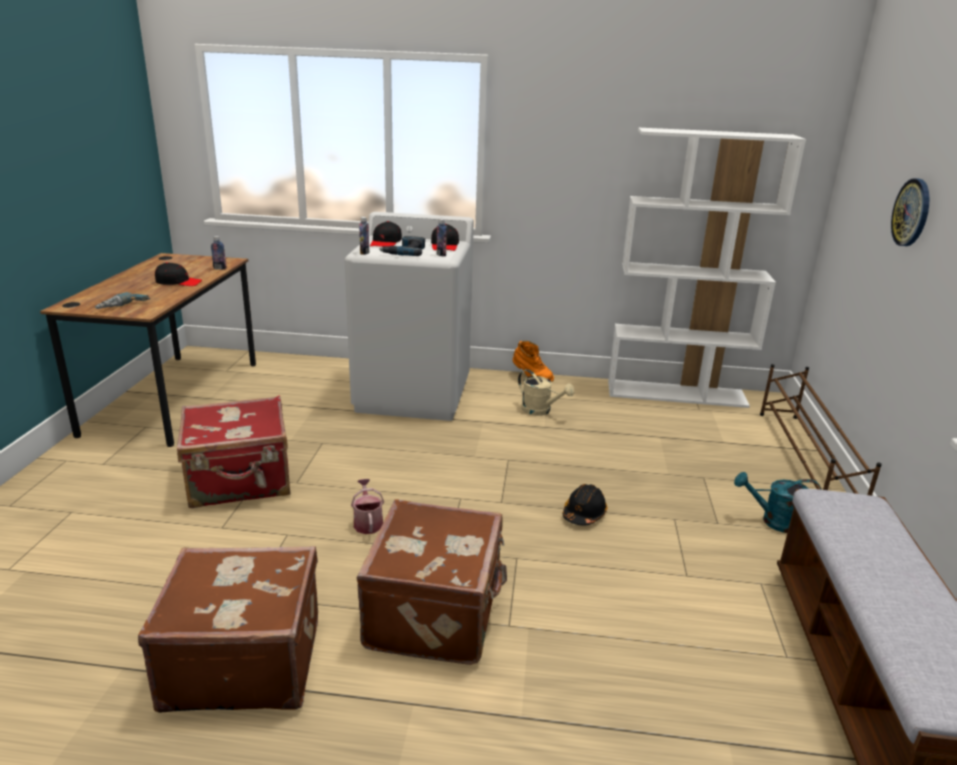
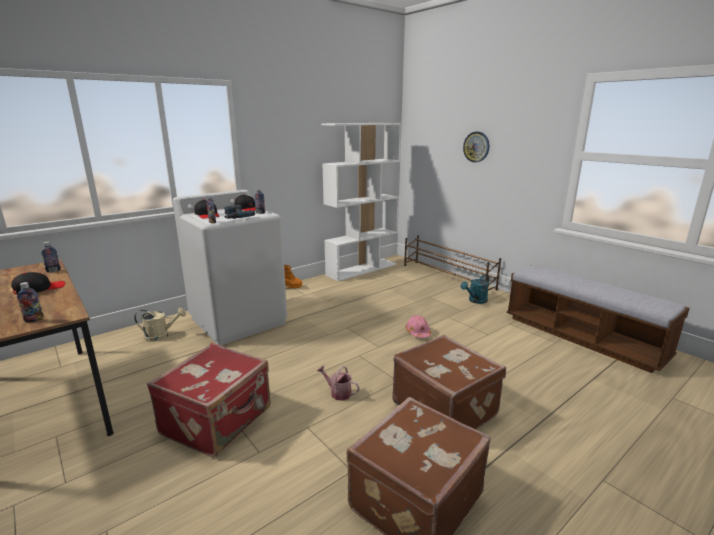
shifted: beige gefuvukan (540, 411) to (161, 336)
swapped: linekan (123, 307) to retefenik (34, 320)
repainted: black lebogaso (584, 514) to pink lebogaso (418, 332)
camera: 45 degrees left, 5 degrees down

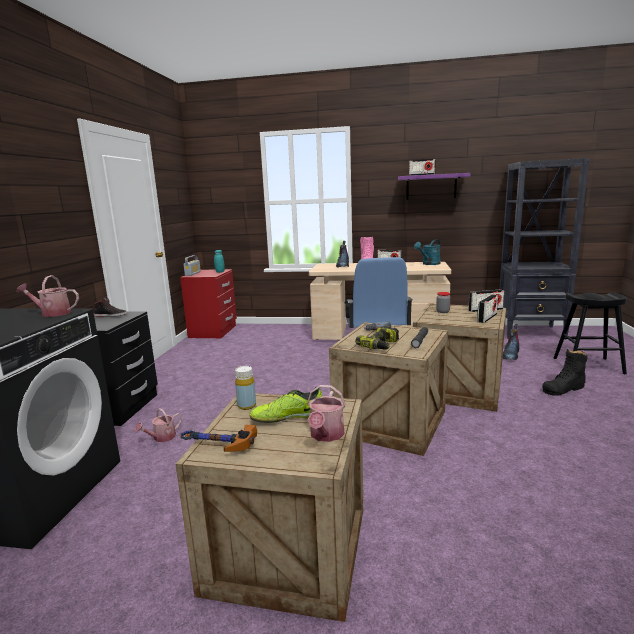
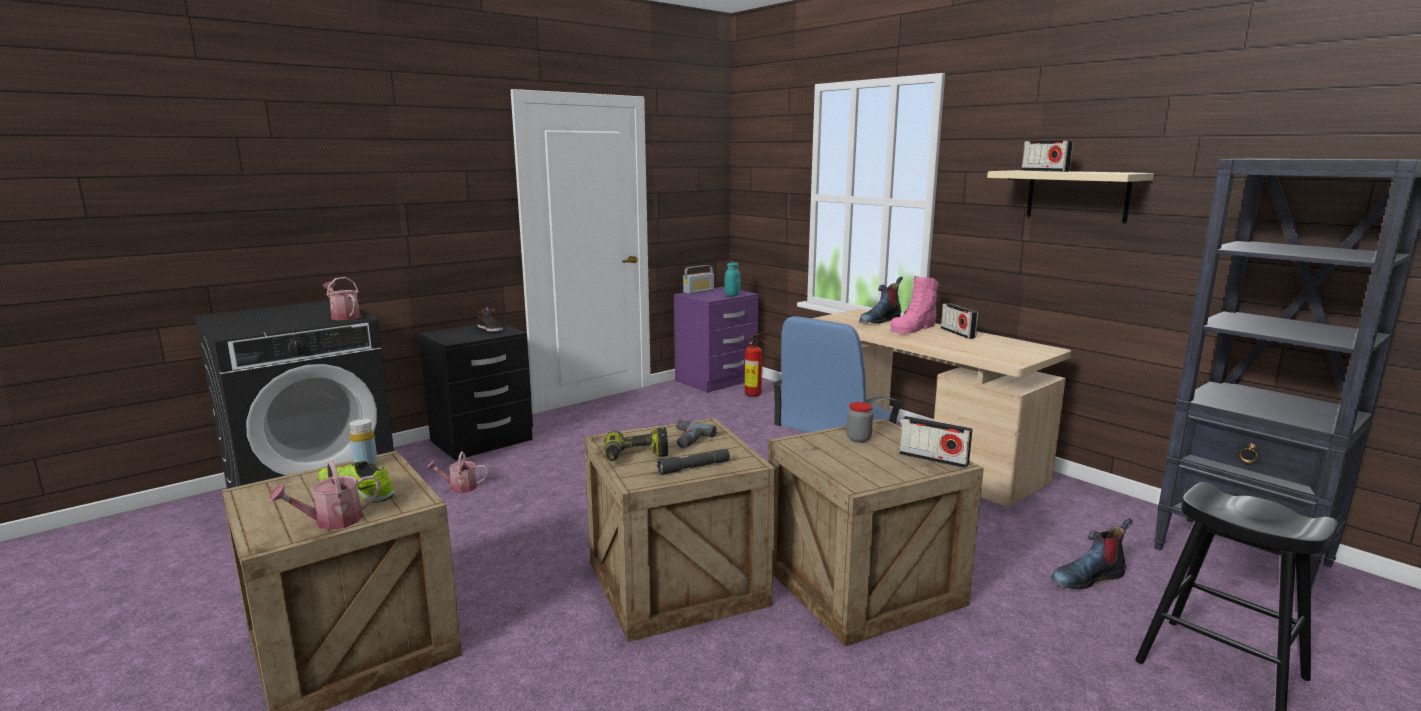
gone: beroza (216, 446); turquoise gefuvukan (429, 264); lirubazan (487, 318); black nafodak (563, 389)
new: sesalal (755, 395)
repainted: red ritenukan (214, 331) to purple ritenukan (716, 381); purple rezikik (431, 187) to beige rezikik (1077, 195)
camera: 40 degrees right, 0 degrees up

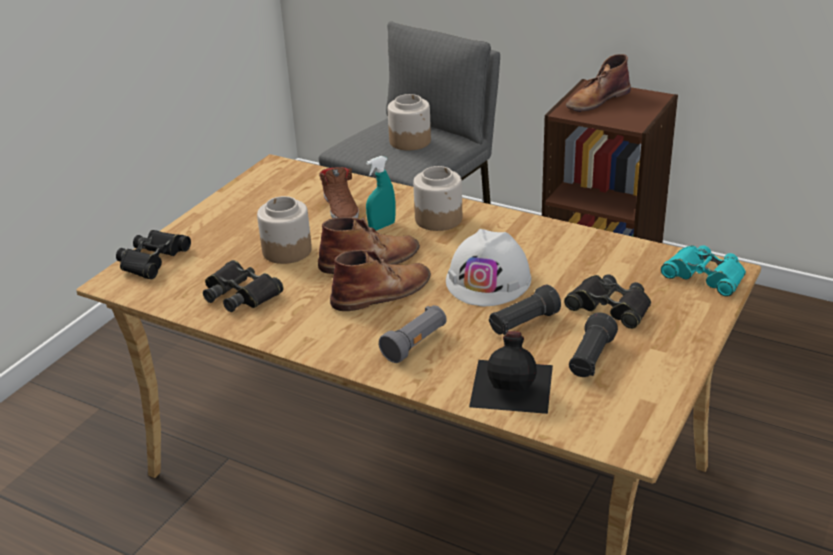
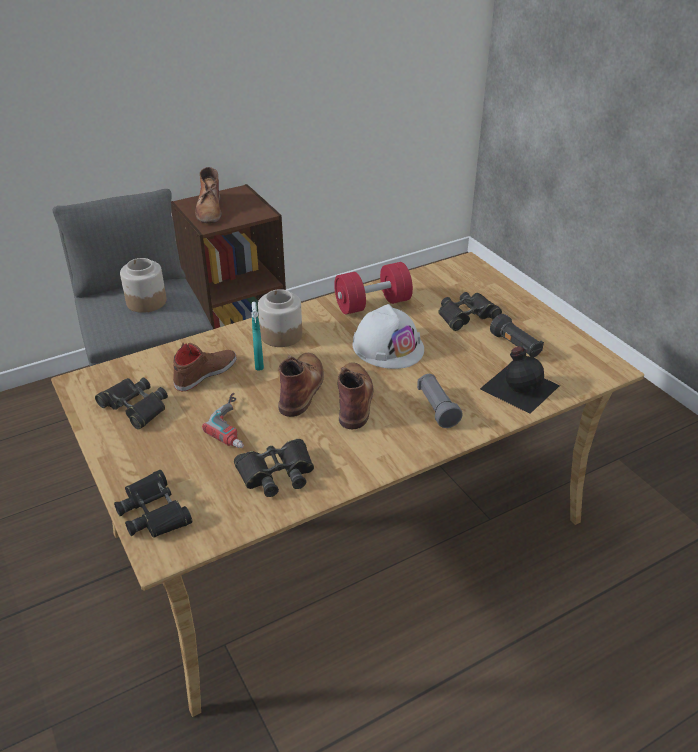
gone: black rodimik (523, 323); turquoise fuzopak (704, 276)
new: black fuzopak (135, 407); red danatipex (373, 304)
swapped: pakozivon (286, 250) to linekan (236, 424)
rotated: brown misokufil (341, 208) = (205, 373) 60 degrees counterclockwise
camera: 60 degrees left, 5 degrees up

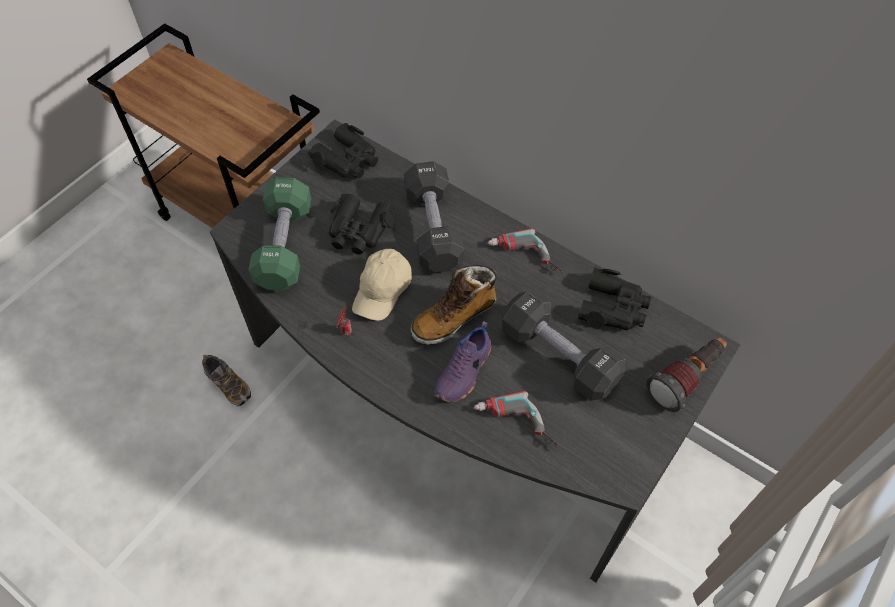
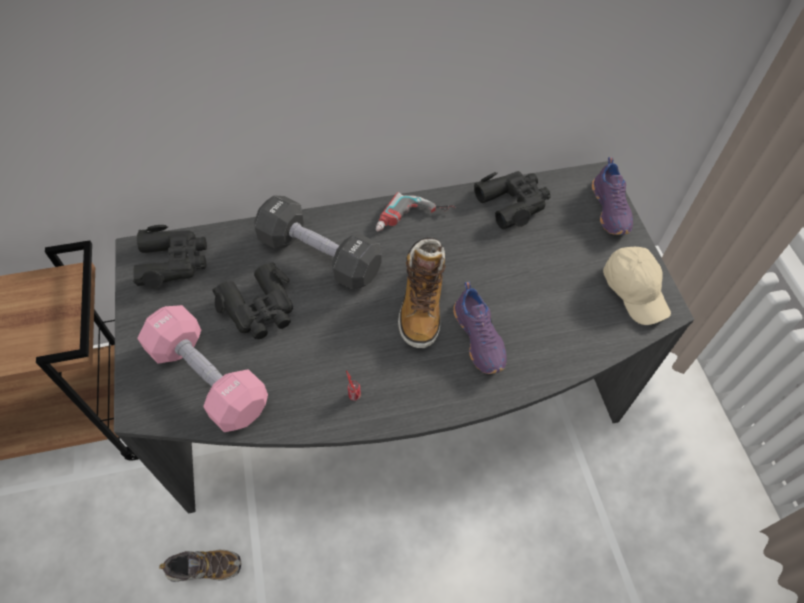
gone: linekan (514, 428); black danatipex (559, 356)
shifted: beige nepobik (383, 290) to (634, 291)
swapped: rodimik (686, 379) to purple misokufil (611, 209)
repainted: green danatipex (284, 246) to pink danatipex (208, 378)
camera: 50 degrees left, 0 degrees up

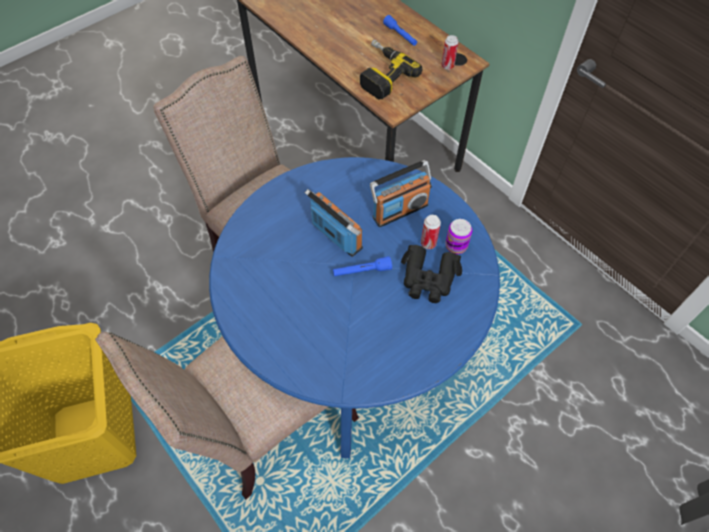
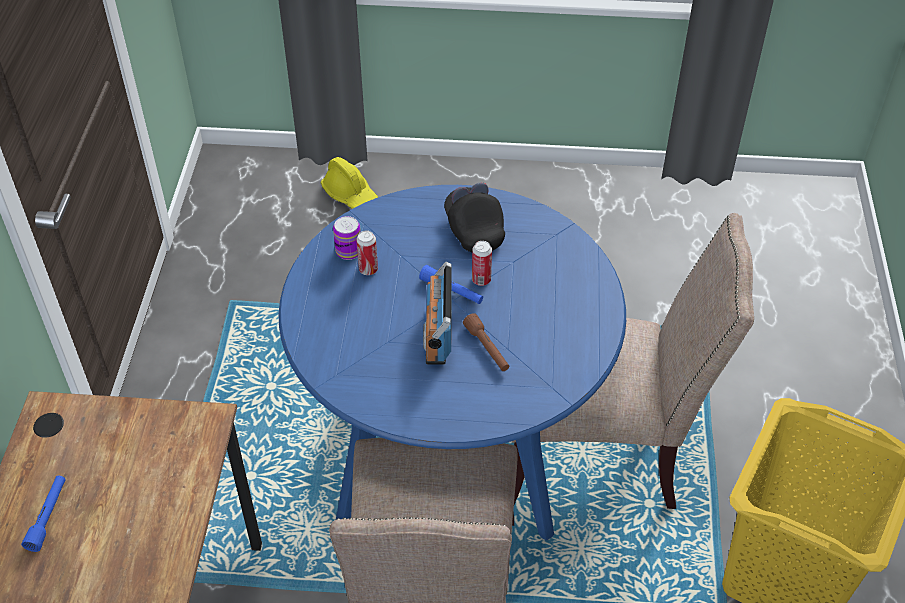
gone: linekan (381, 74); lirubazan (399, 210); black fuzopak (428, 279)
new: yellow lebogaso (350, 194); black nepobik (474, 229); brown rodimik (487, 348)
shifted: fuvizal (447, 66) to (481, 280)
camera: 135 degrees left, 10 degrees down

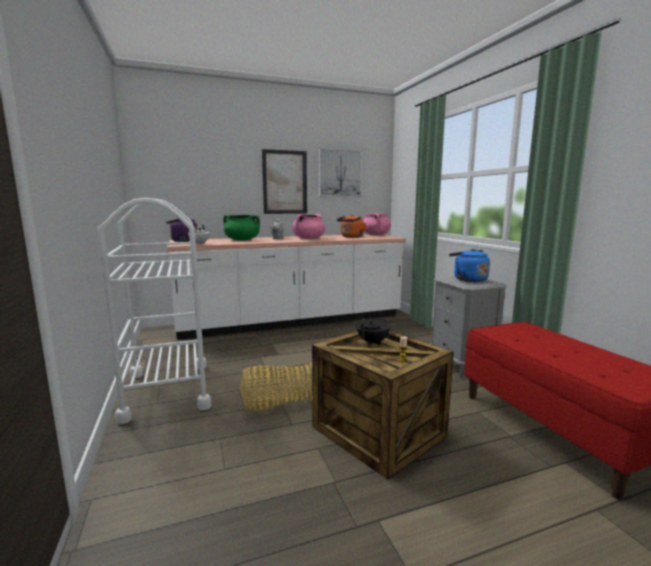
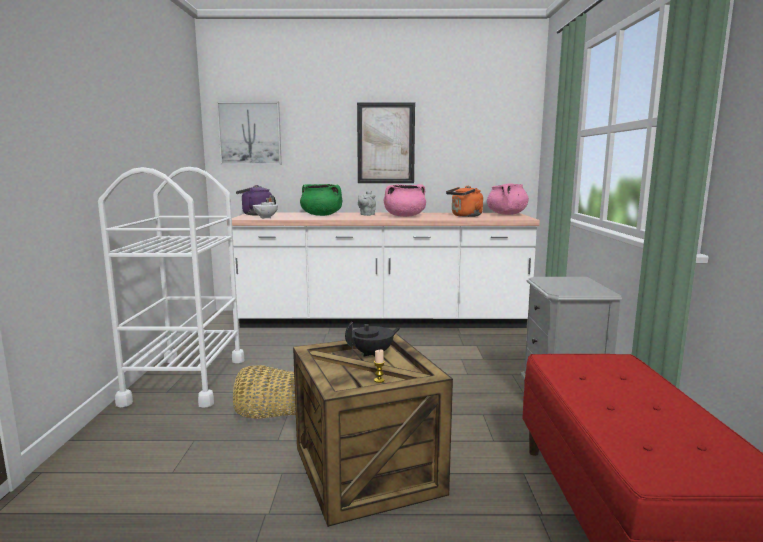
gone: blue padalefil (468, 279)
shifted: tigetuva (340, 173) to (250, 133)
camera: 20 degrees right, 0 degrees up

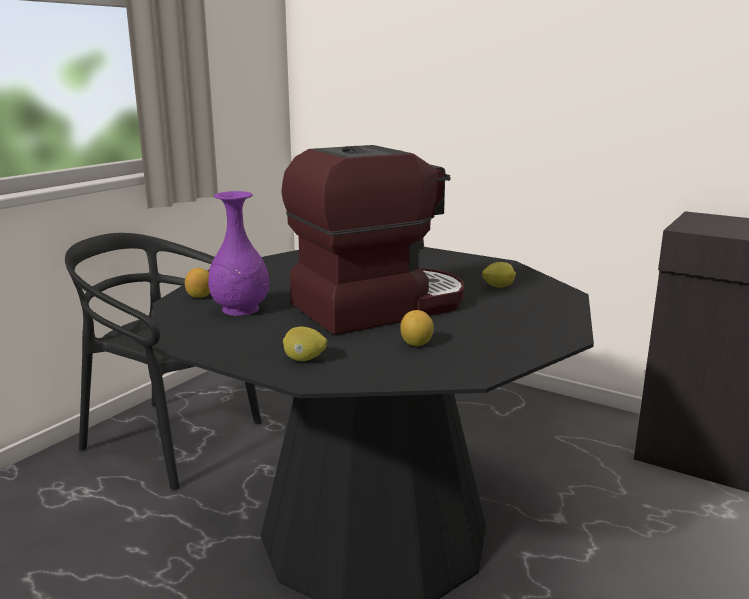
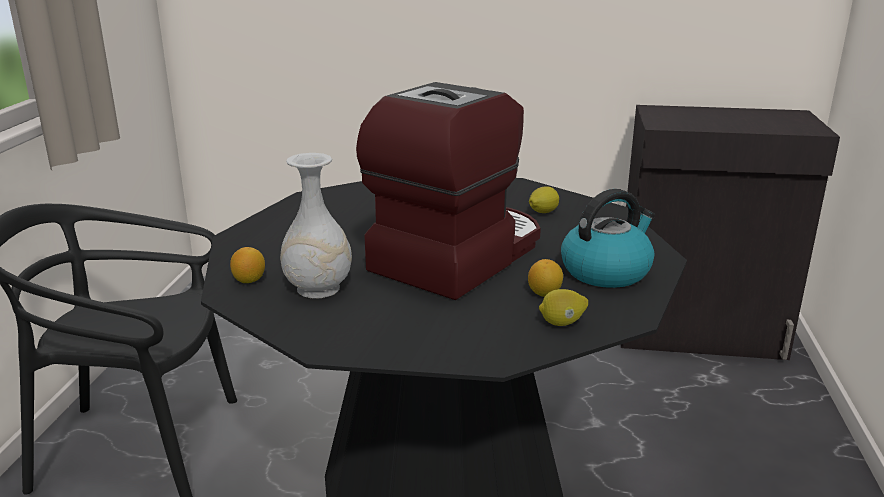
new: padalefil (606, 271)
shifted: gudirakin (304, 359) to (562, 323)
repainted: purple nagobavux (240, 309) to white nagobavux (318, 289)
camera: 25 degrees left, 5 degrees up

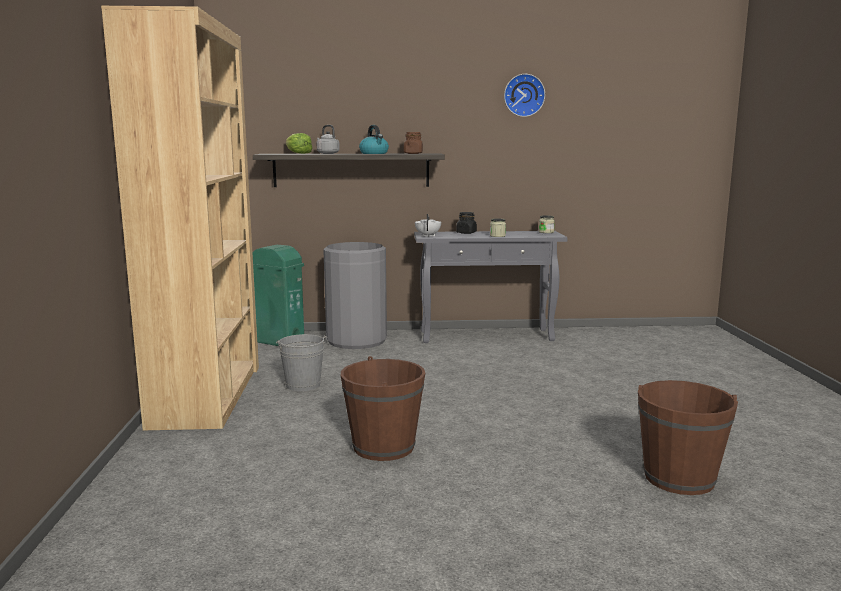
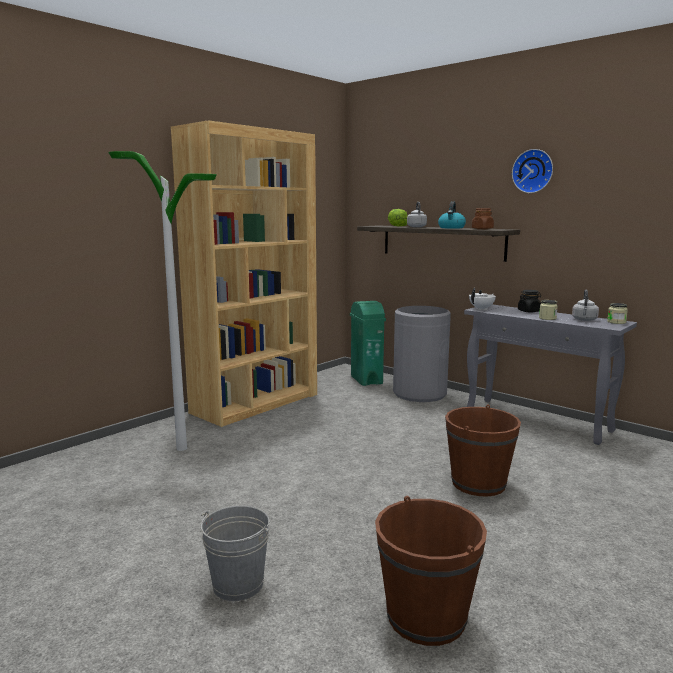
new: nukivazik (181, 448); grey padalefil (584, 320)
shifted: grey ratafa (303, 385) to (238, 584); brown ratafa (384, 447) to (478, 483); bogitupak (523, 95) to (533, 171)
camera: 45 degrees right, 0 degrees up

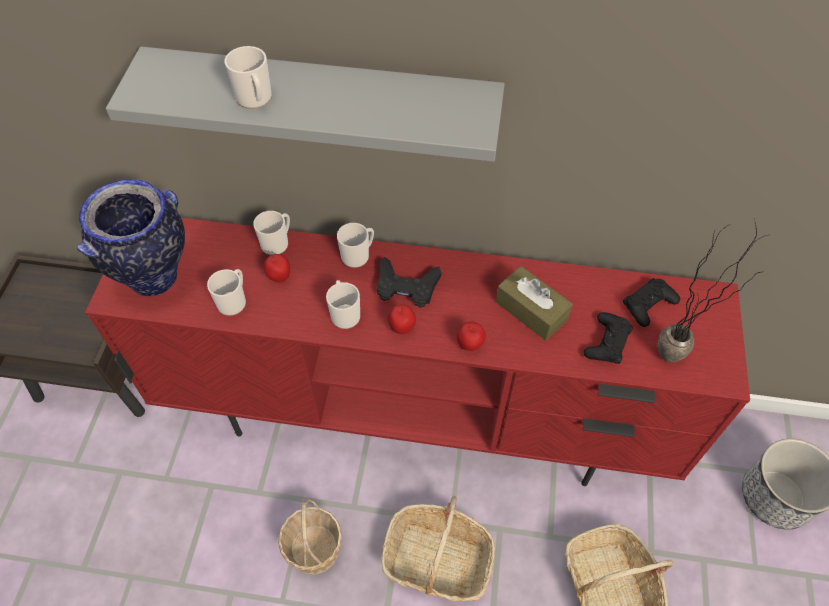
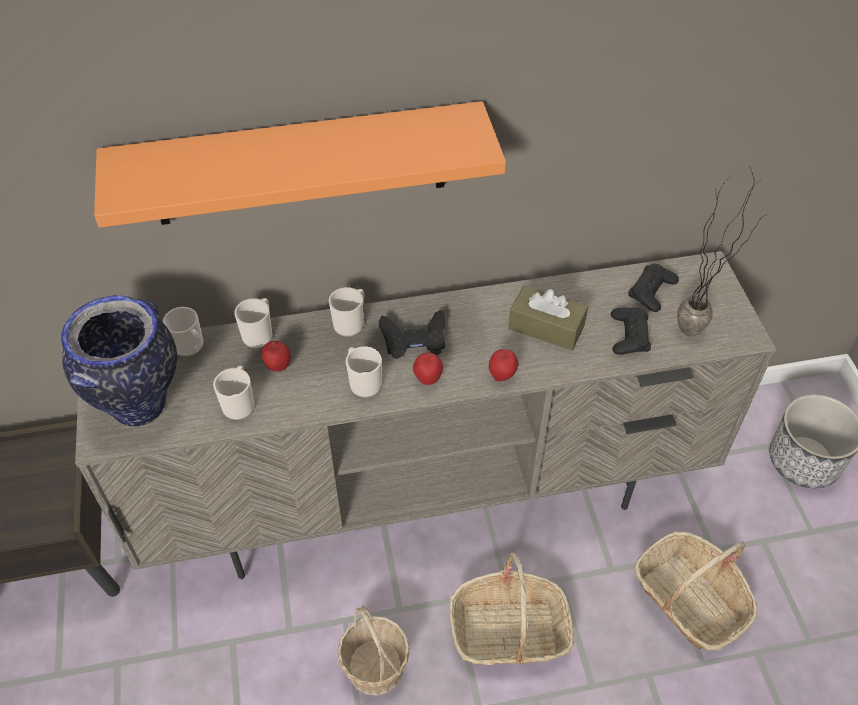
shifted: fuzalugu (255, 99) to (190, 347)
repainted: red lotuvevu (418, 418) to beige lotuvevu (431, 497); grey rezikik (323, 103) to orange rezikik (300, 165)
camera: 20 degrees left, 5 degrees down

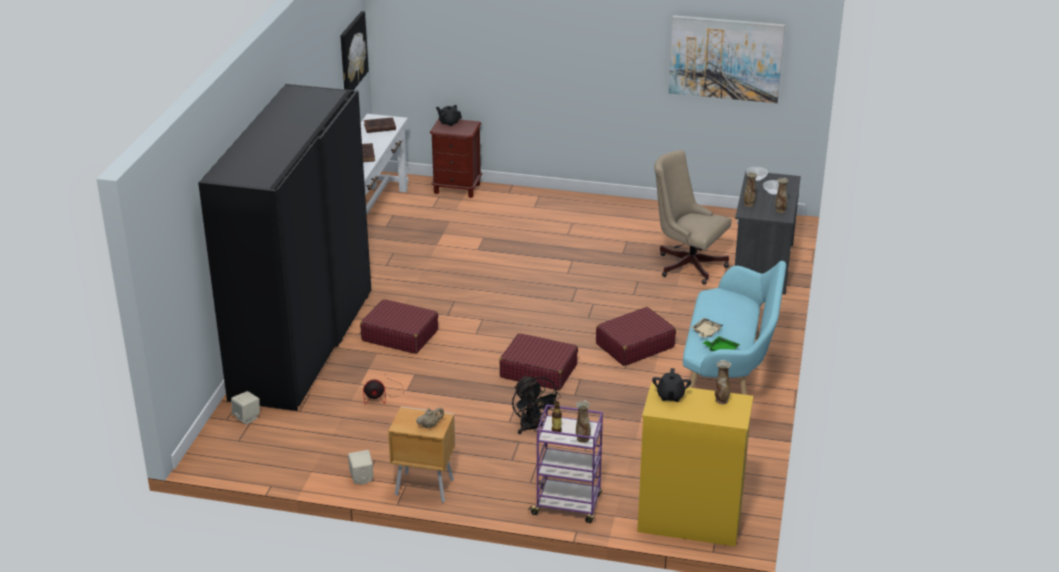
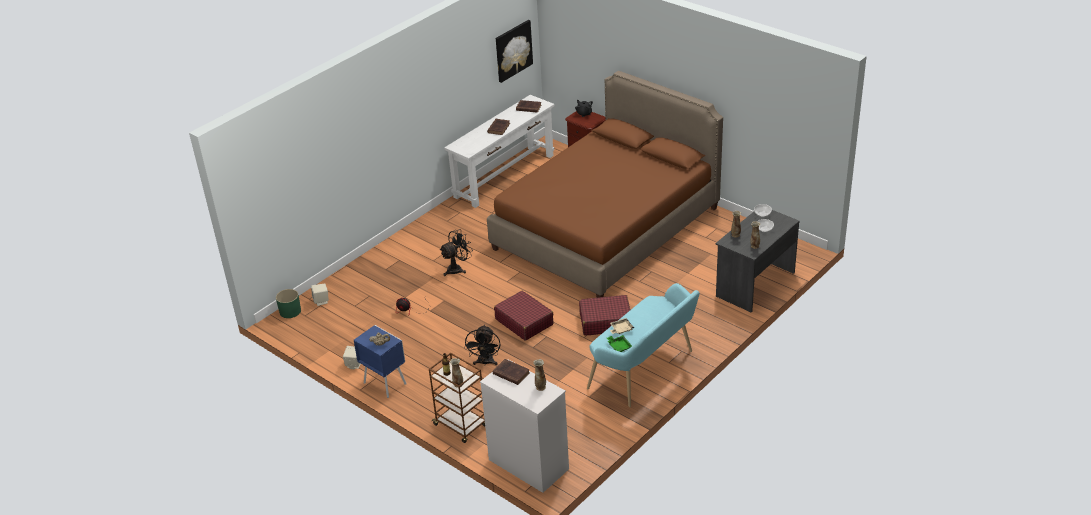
gone: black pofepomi (302, 344); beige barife (687, 264); tigetuva (725, 58)
new: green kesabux (290, 311); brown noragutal (606, 228)
swapped: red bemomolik (400, 335) to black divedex (457, 269); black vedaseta (670, 396) to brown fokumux (510, 373)
repainted: brown ritenukan (423, 487) to blue ritenukan (384, 383); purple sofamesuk (567, 505) to brown sofamesuk (461, 425); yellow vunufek (688, 521) to white vunufek (528, 464)
camera: 30 degrees right, 5 degrees up

